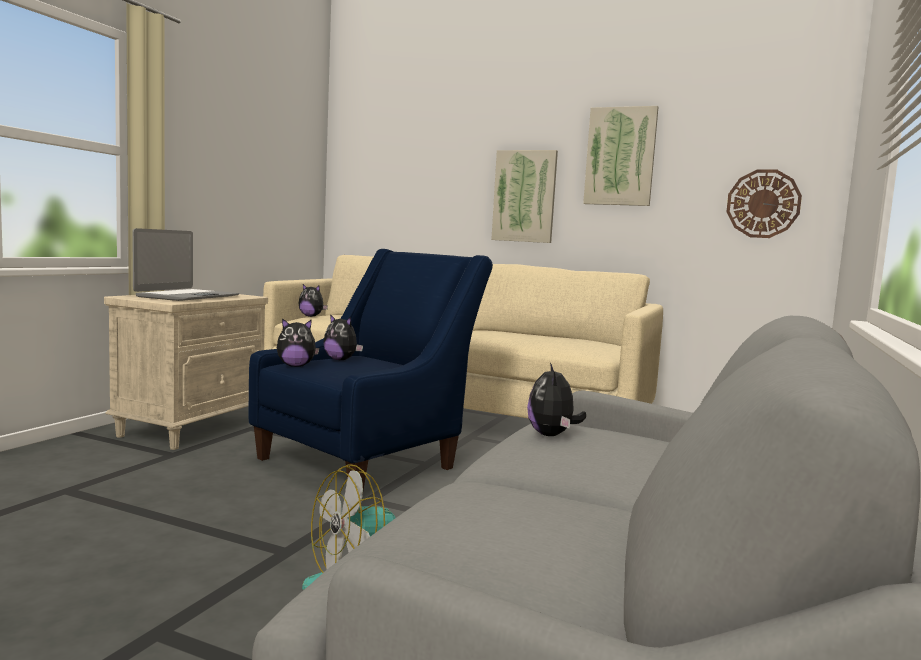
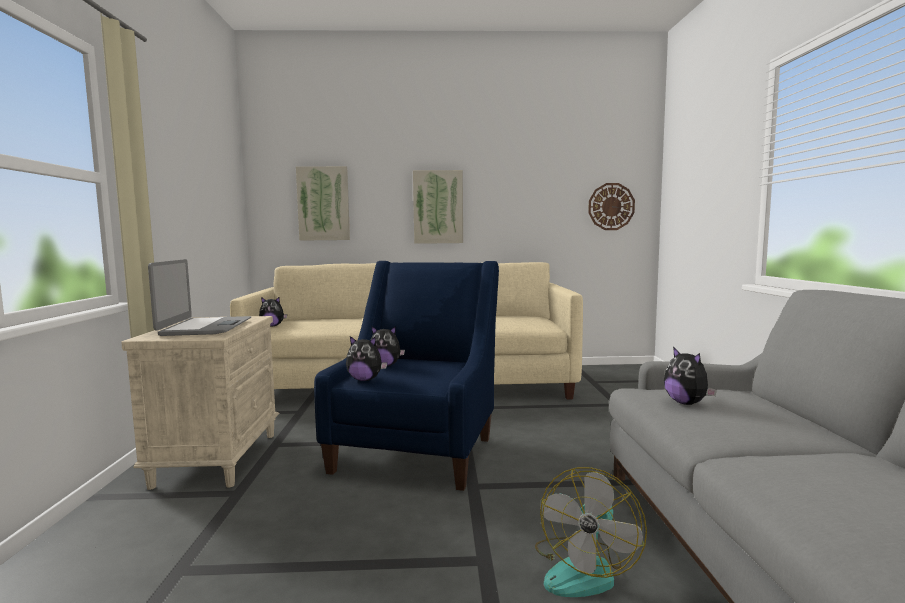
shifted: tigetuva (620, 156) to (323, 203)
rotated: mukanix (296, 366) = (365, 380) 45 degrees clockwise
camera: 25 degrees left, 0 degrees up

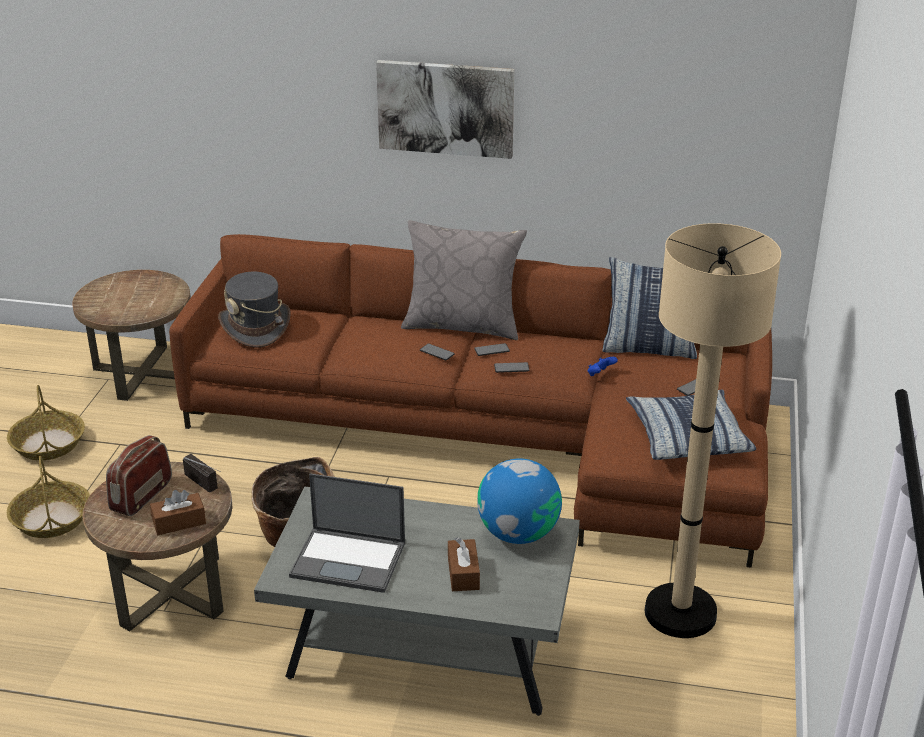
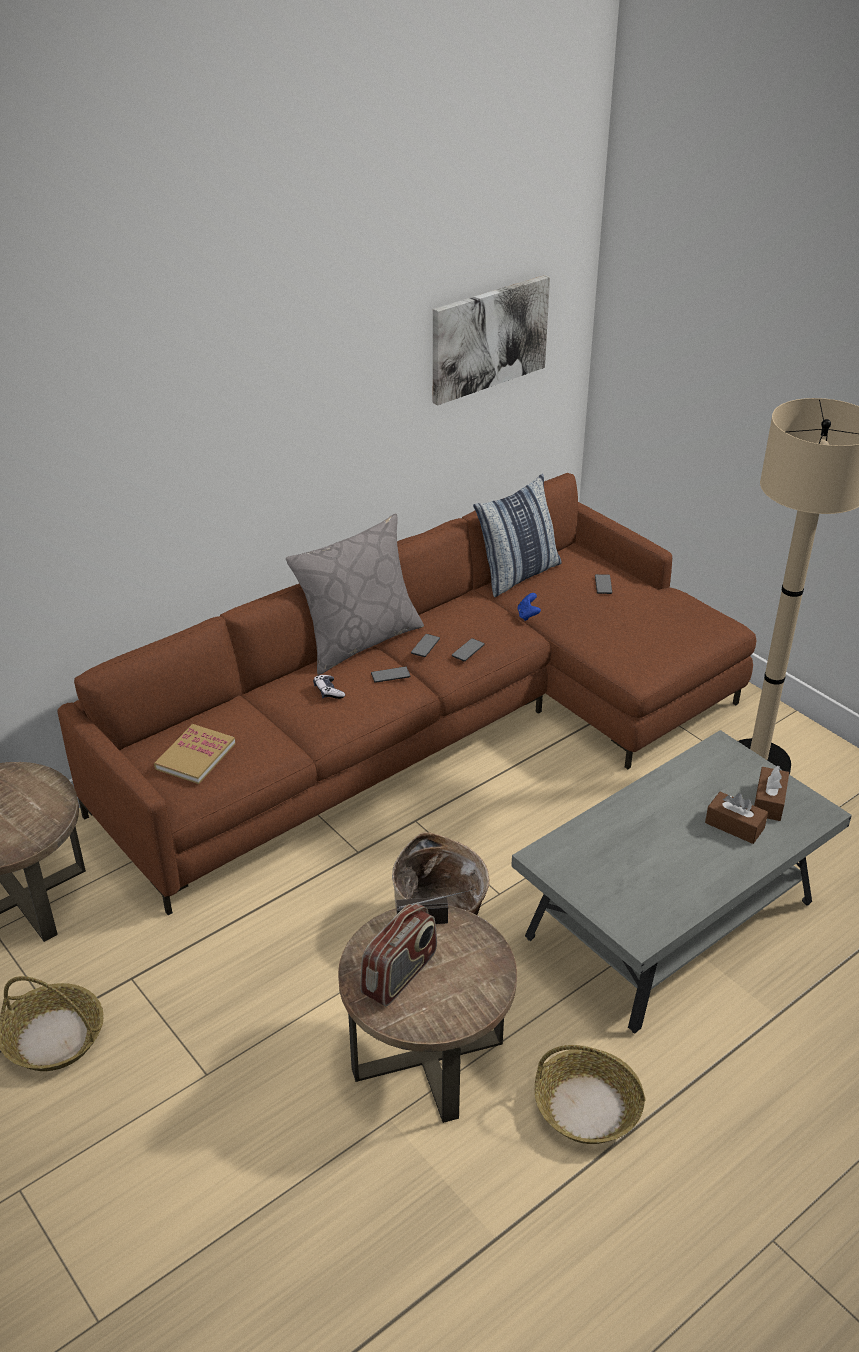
gone: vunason (350, 560); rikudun (518, 533); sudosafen (687, 436)
new: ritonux (328, 691)
shifted: tigetuva (446, 108) to (488, 338); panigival (52, 519) to (588, 1107); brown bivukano (179, 522) to (769, 801)
swapped: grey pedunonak (256, 327) to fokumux (195, 756)
rotated: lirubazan (141, 496) = (400, 975) 120 degrees counterclockwise
camera: 50 degrees left, 5 degrees up

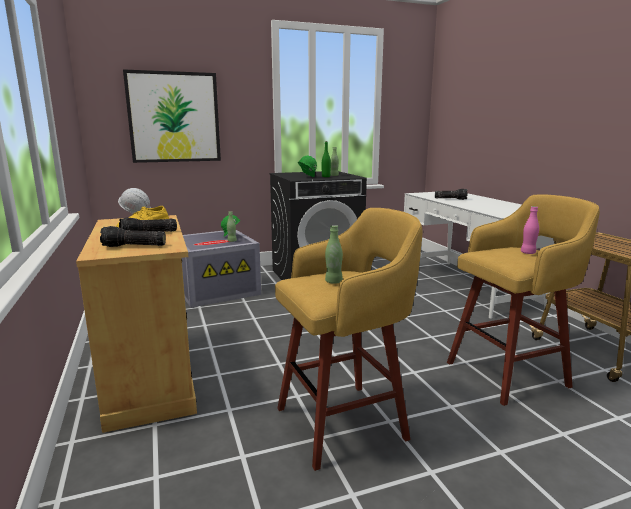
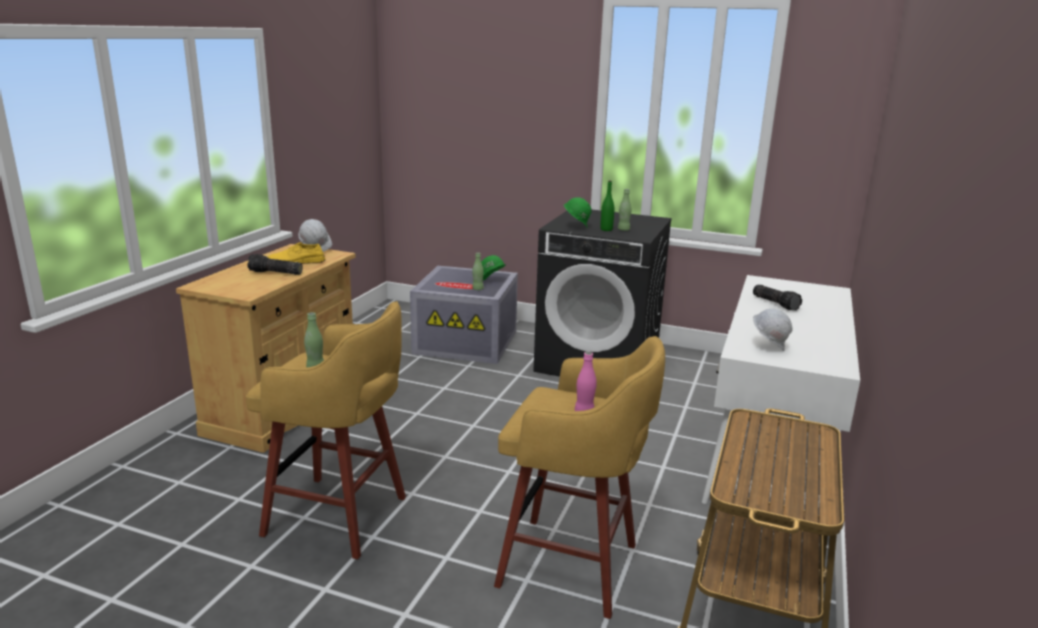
gone: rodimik (133, 246); tigetuva (174, 117)
new: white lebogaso (768, 347)
camera: 40 degrees right, 5 degrees up

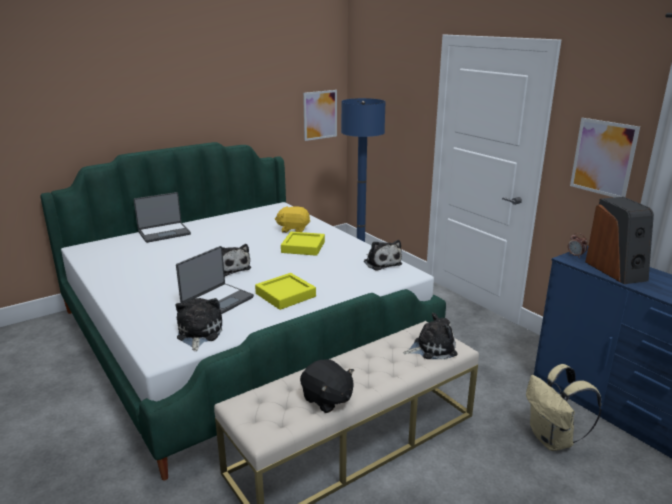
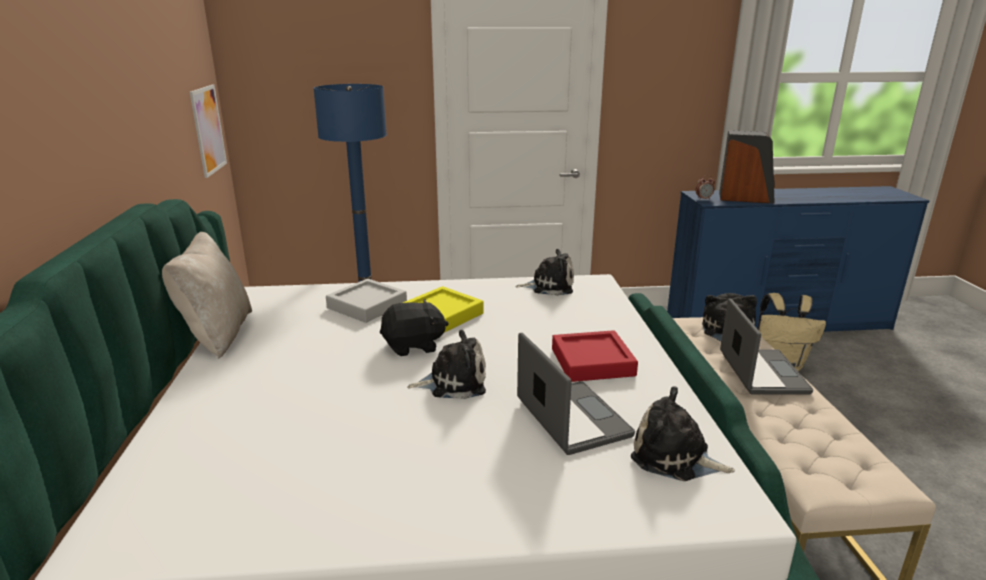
gone: tigetuva (603, 158)
new: beige sudosafen (217, 335)
shifted: black mukanix (327, 399) to (413, 346); vunason (164, 233) to (761, 373)
swapped: yellow mukanix (293, 229) to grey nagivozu (367, 306)
repainted: yellow nagivozu (285, 295) to red nagivozu (592, 362)
camera: 60 degrees left, 0 degrees up

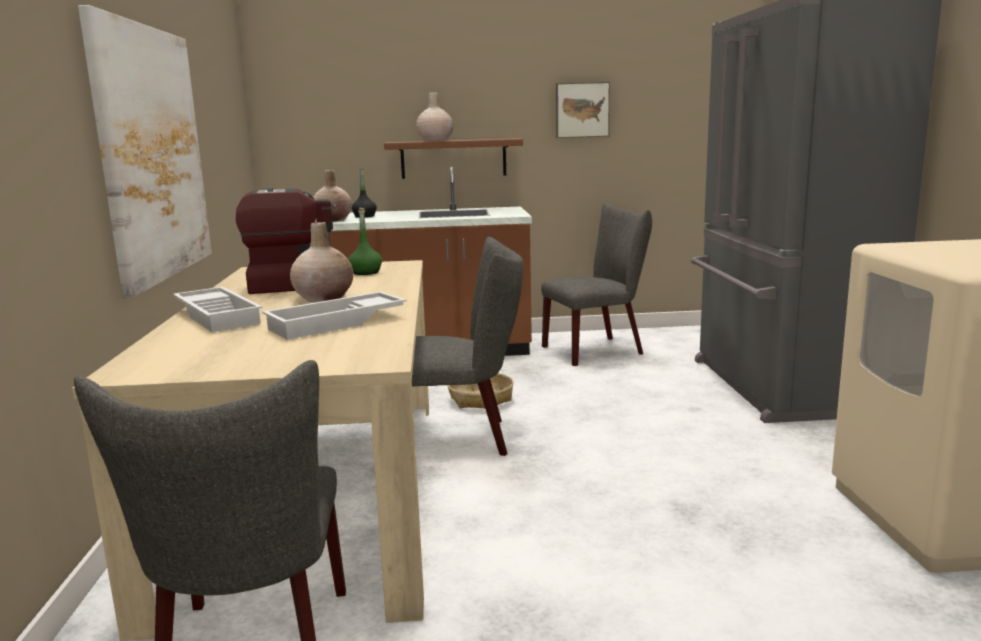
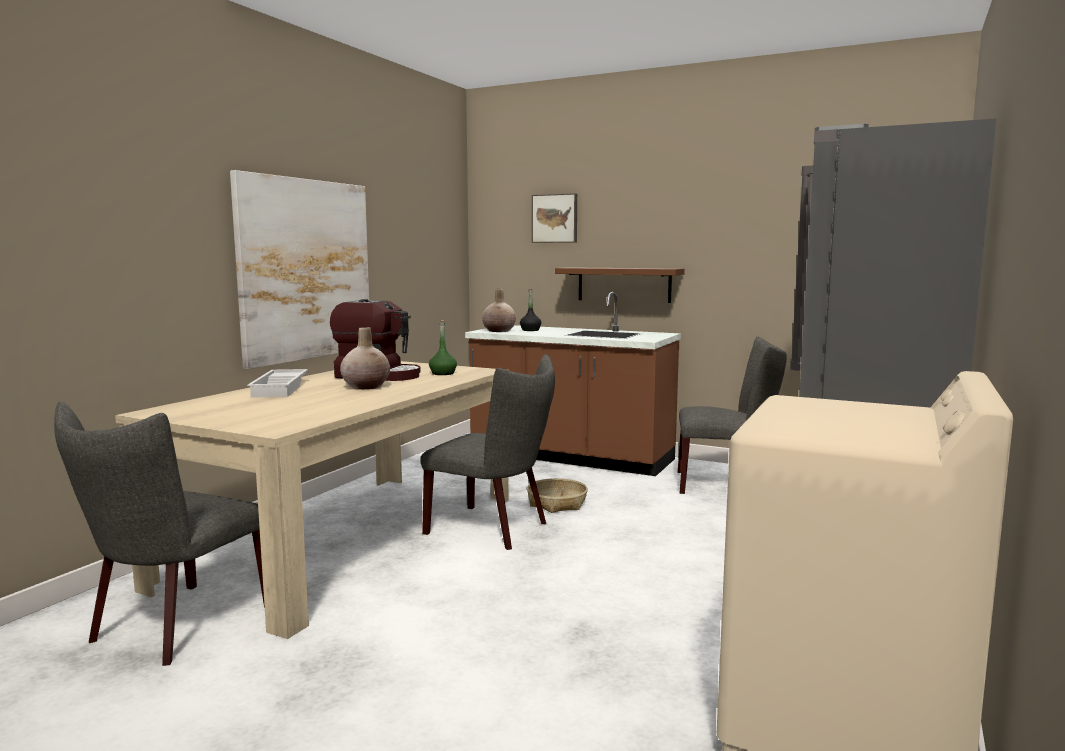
gone: white nagivozu (337, 323); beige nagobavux (435, 140)
shifted: tigetuva (582, 110) to (555, 218)
camera: 30 degrees right, 5 degrees down

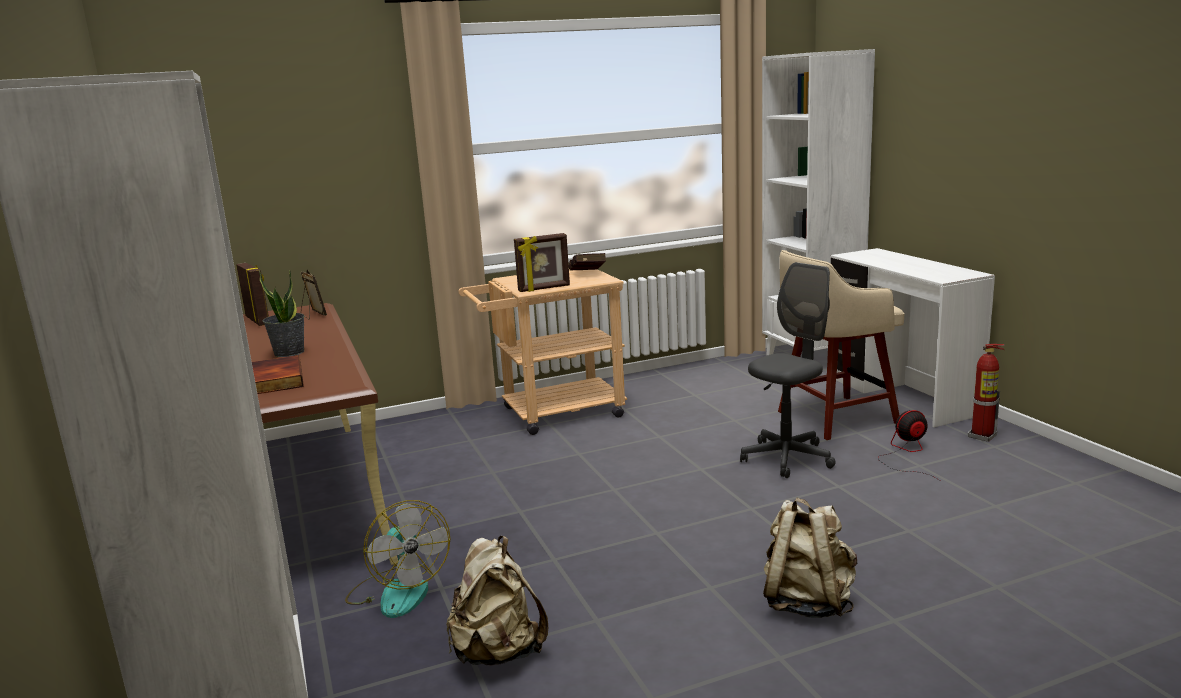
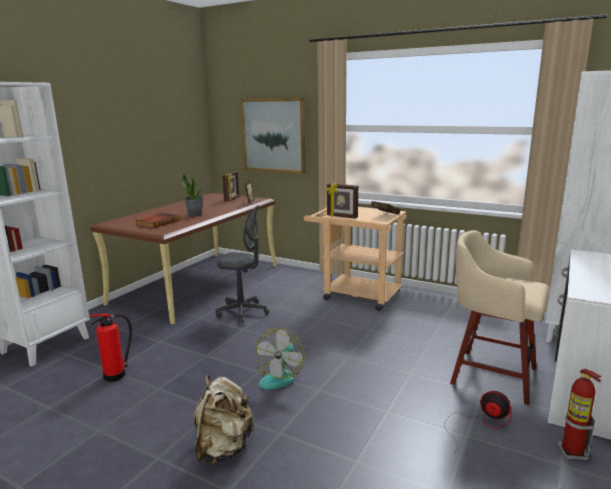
new: tigetuva (273, 135)
shifted: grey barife (787, 458) to (242, 312); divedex (398, 591) to (280, 376)
swapped: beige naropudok (498, 652) to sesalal (117, 375)
camera: 50 degrees right, 0 degrees up

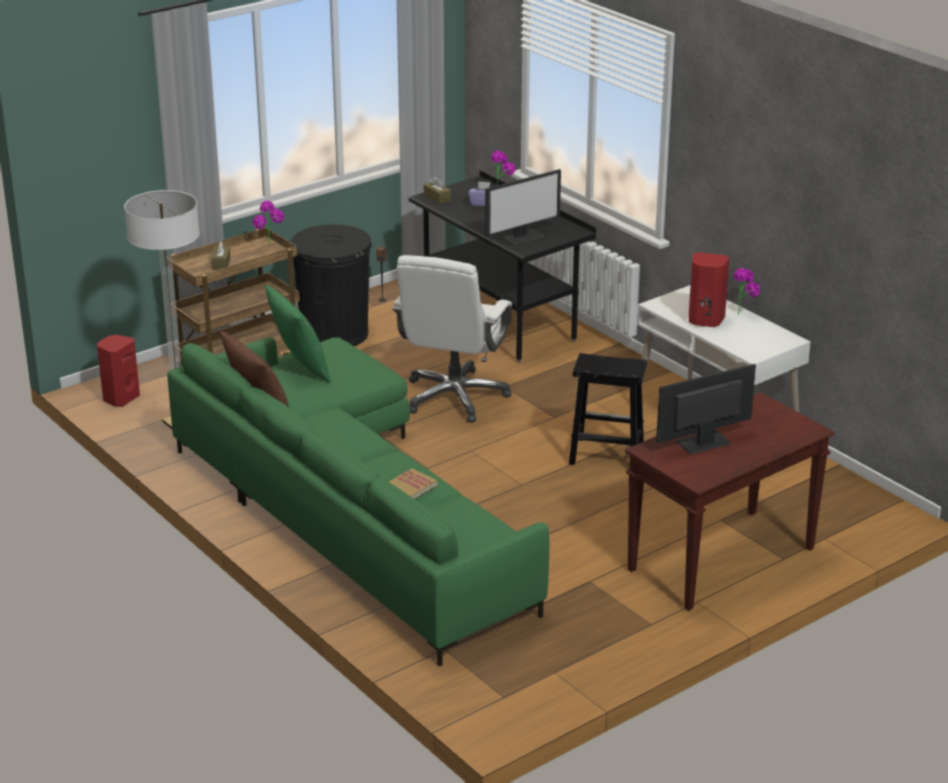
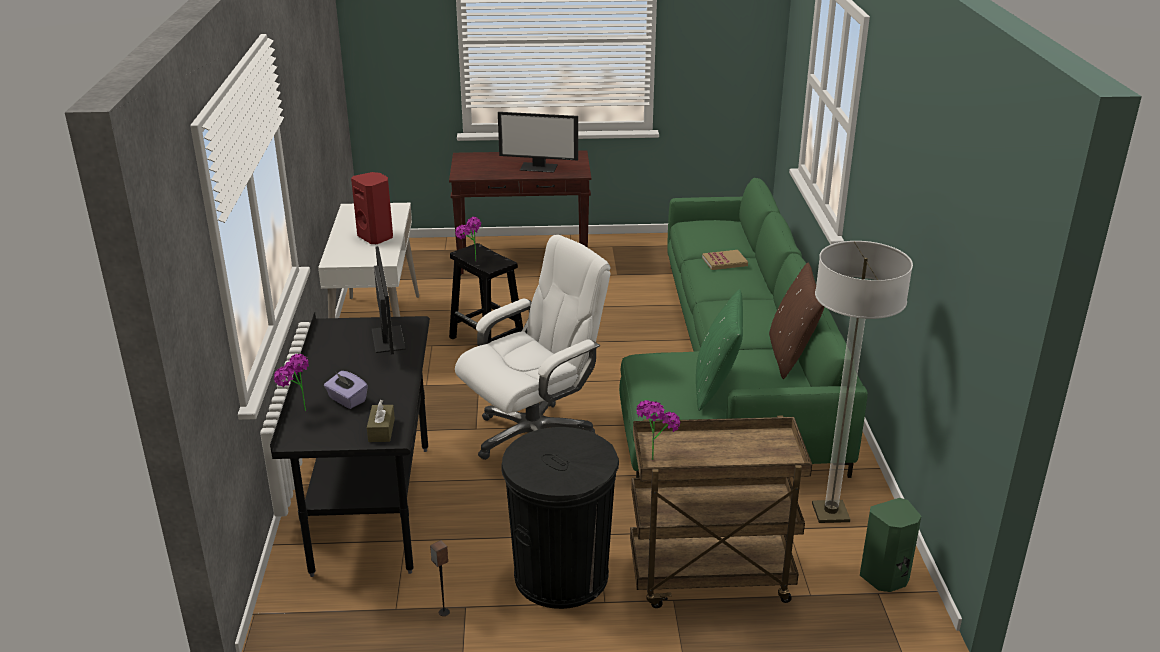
gone: brown bivukano (221, 263)
shifted: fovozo (744, 313) to (470, 260)
repainted: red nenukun (120, 398) to green nenukun (885, 578)
rotated: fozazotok (522, 236) = (387, 339) 75 degrees clockwise
camera: 145 degrees left, 0 degrees up

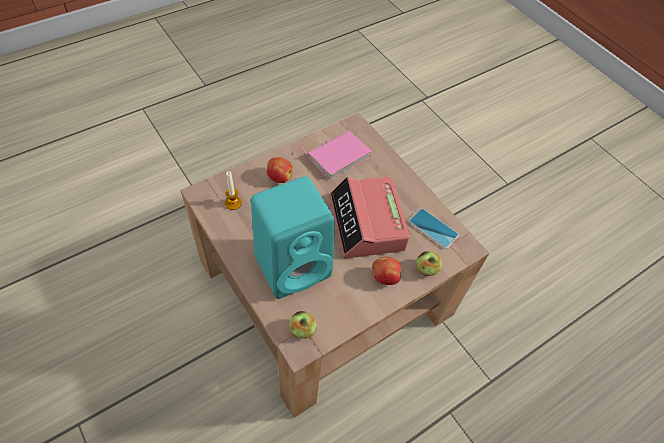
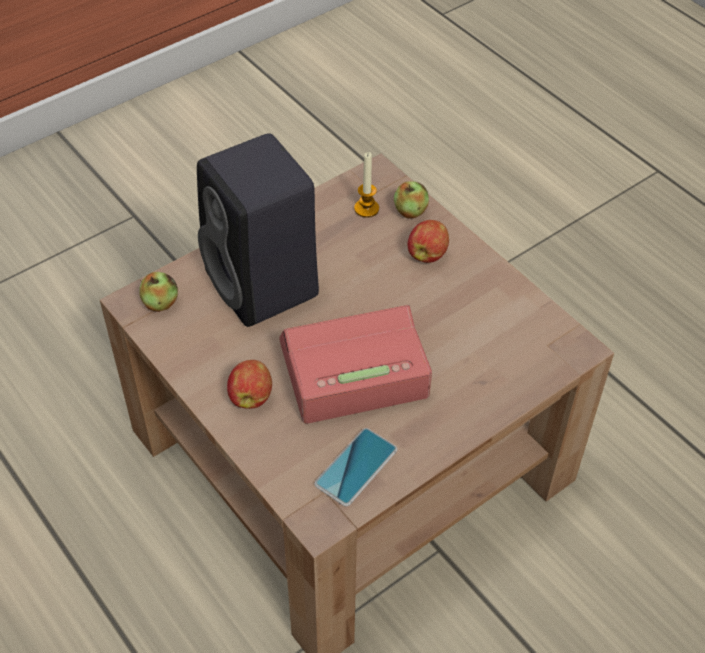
gone: pink fokumux (338, 155)
shifted: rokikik (426, 269) to (410, 211)
repainted: turquoise nenukun (295, 265) to black nenukun (264, 286)
camera: 90 degrees right, 5 degrees down

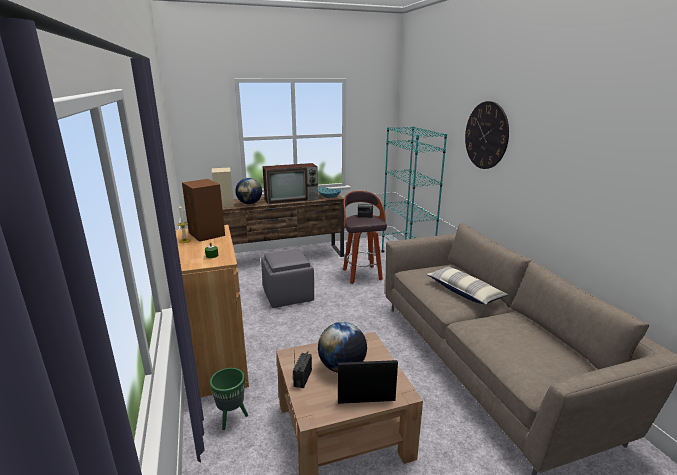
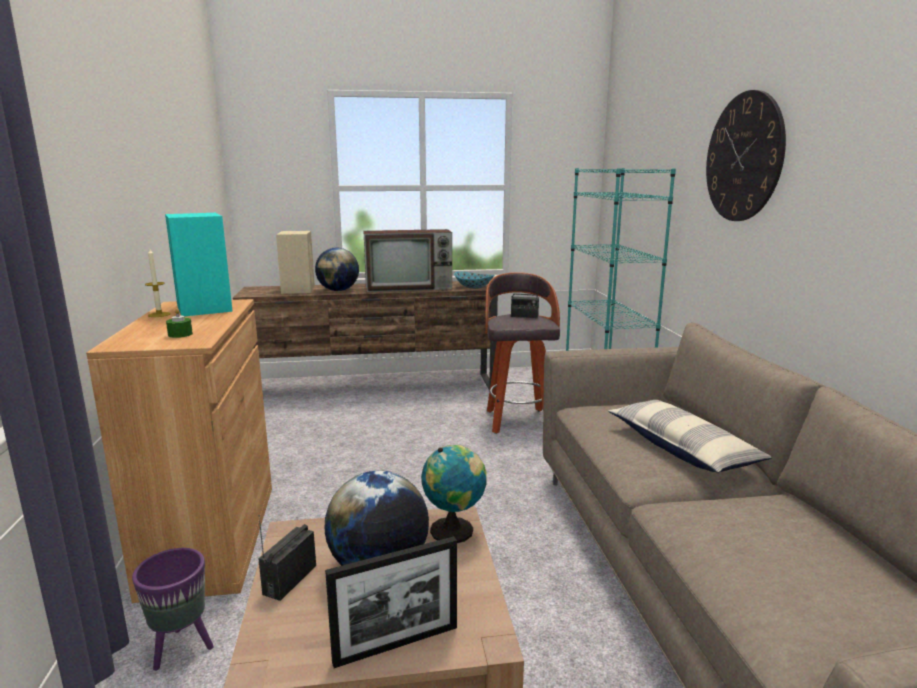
gone: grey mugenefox (288, 296)
new: rikudun (455, 530)
repainted: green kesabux (231, 418) to purple kesabux (181, 649); brown nenukun (207, 234) to turquoise nenukun (204, 309)
rotated: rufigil (366, 401) = (396, 644) 150 degrees clockwise
camera: 10 degrees right, 5 degrees down

